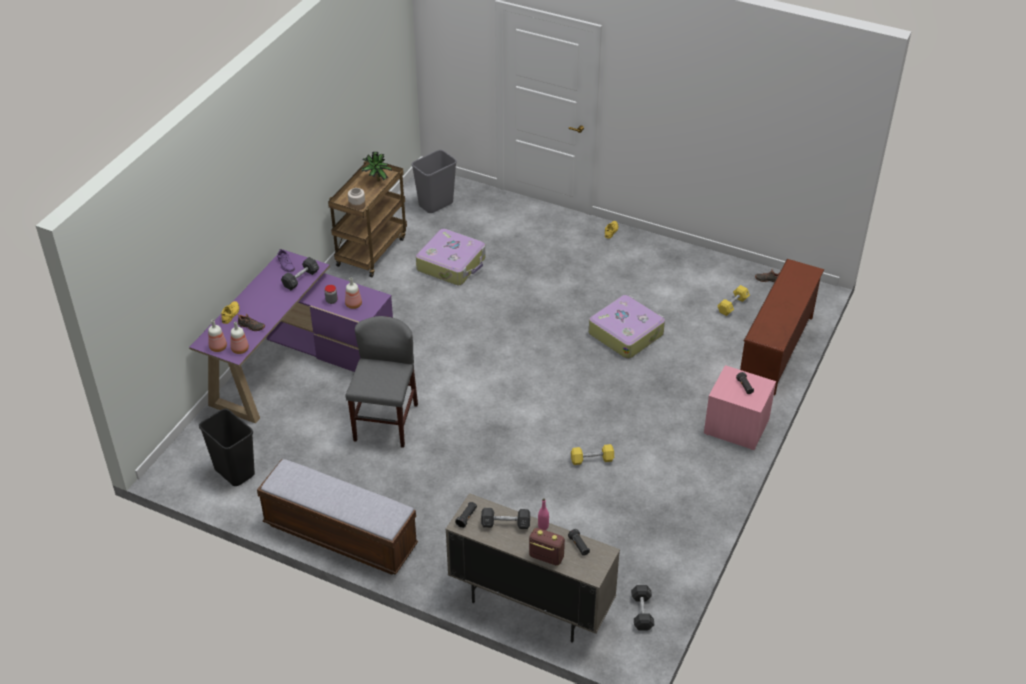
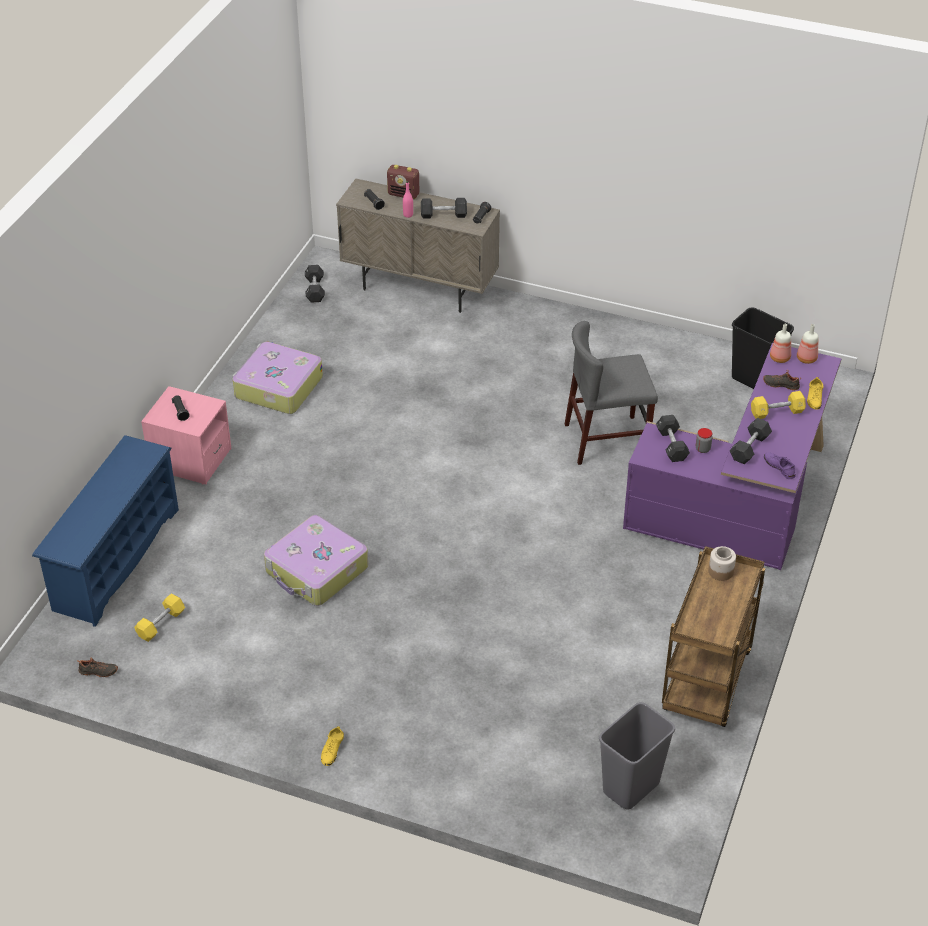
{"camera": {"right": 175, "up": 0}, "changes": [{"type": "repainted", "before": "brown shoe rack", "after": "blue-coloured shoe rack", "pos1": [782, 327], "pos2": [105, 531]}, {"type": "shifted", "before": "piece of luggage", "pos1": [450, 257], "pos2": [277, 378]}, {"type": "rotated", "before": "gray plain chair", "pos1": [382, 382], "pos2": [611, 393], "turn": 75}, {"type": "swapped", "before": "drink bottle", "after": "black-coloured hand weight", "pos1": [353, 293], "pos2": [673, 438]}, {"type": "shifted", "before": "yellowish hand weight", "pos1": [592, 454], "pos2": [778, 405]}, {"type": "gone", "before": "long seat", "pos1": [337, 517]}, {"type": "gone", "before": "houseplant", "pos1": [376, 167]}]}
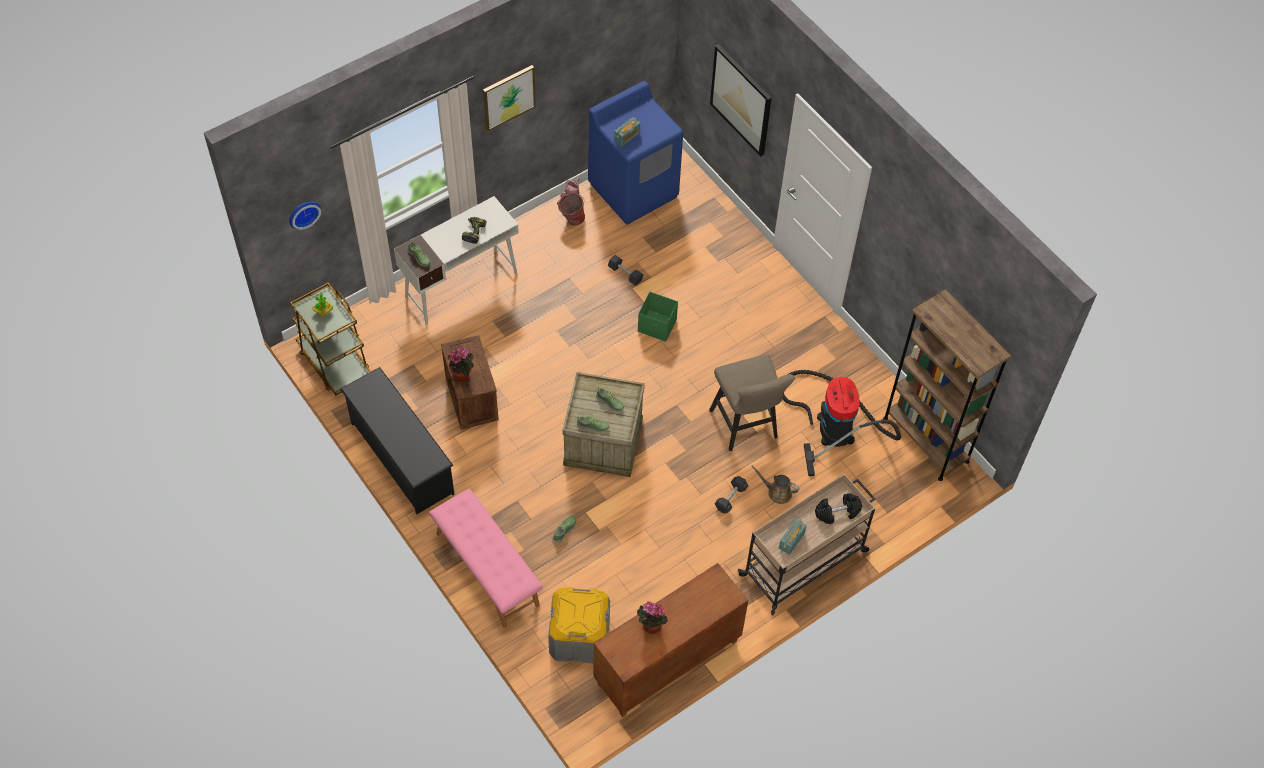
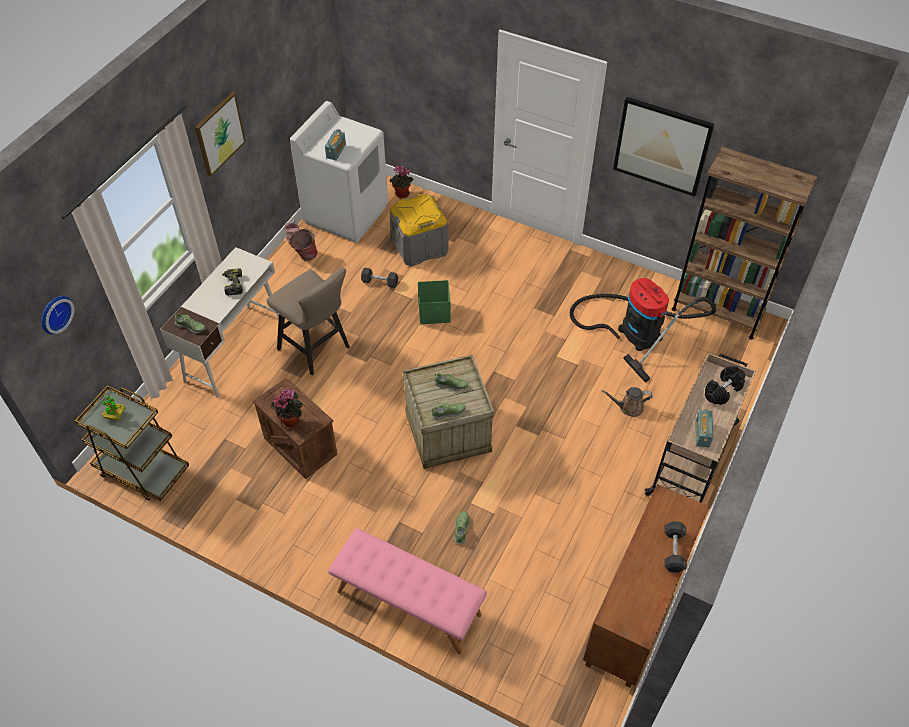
{"camera": {"right": -25, "up": -5}, "changes": [{"type": "shifted", "before": "beige-coloured stool seat", "pos1": [752, 402], "pos2": [308, 321]}, {"type": "repainted", "before": "blue-coloured washing machine", "after": "white-coloured washing machine", "pos1": [635, 153], "pos2": [339, 172]}, {"type": "shifted", "before": "houseplant", "pos1": [652, 617], "pos2": [402, 181]}, {"type": "shifted", "before": "gray storage bin", "pos1": [579, 625], "pos2": [419, 230]}, {"type": "shifted", "before": "wall art", "pos1": [741, 100], "pos2": [663, 147]}, {"type": "shifted", "before": "black-coloured hand weight", "pos1": [731, 495], "pos2": [675, 547]}, {"type": "gone", "before": "black-coloured shoe rack", "pos1": [397, 440]}]}
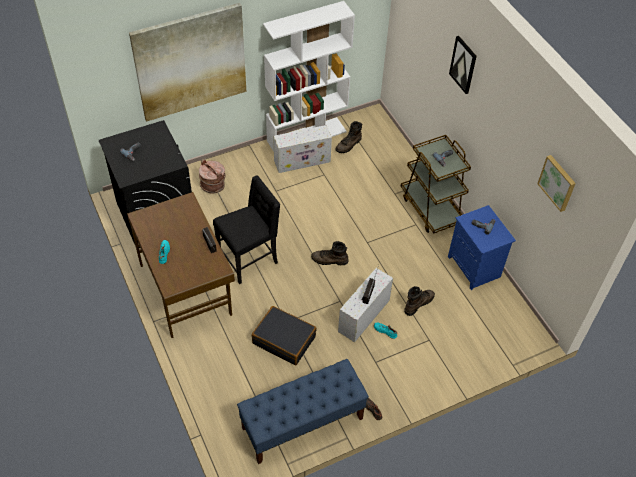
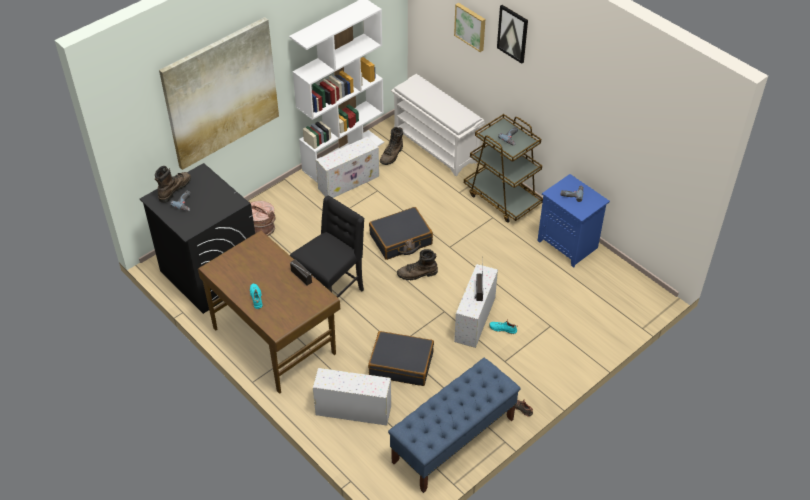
{"camera": {"right": -15, "up": -5}, "changes": [{"type": "shifted", "before": "brown high-top boot", "pos1": [419, 301], "pos2": [173, 184]}, {"type": "new", "after": "white-coloured storage bin", "pos2": [352, 397]}, {"type": "new", "after": "black-coloured piece of luggage", "pos2": [401, 233]}, {"type": "new", "after": "white-coloured shoe rack", "pos2": [438, 125]}, {"type": "shifted", "before": "wall art", "pos1": [556, 183], "pos2": [469, 27]}]}
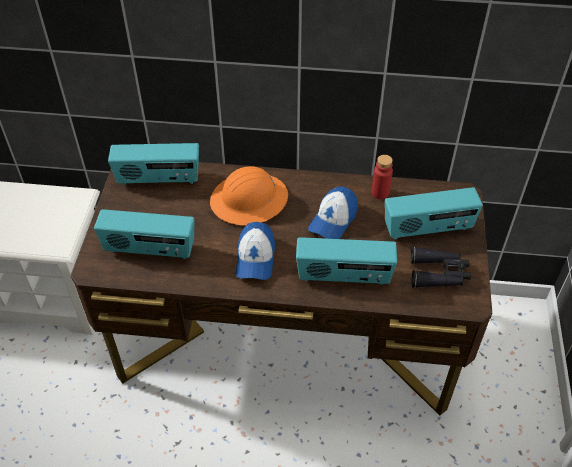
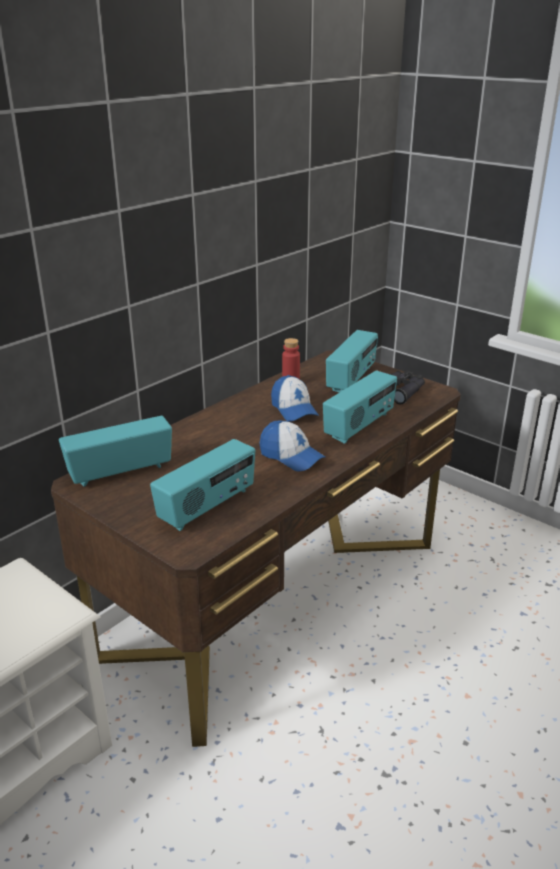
{"camera": {"right": -55, "up": -20}, "changes": [{"type": "rotated", "before": "radio receiver", "pos1": [153, 164], "pos2": [115, 451], "turn": -150}, {"type": "gone", "before": "orange safety helmet", "pos1": [249, 196]}]}
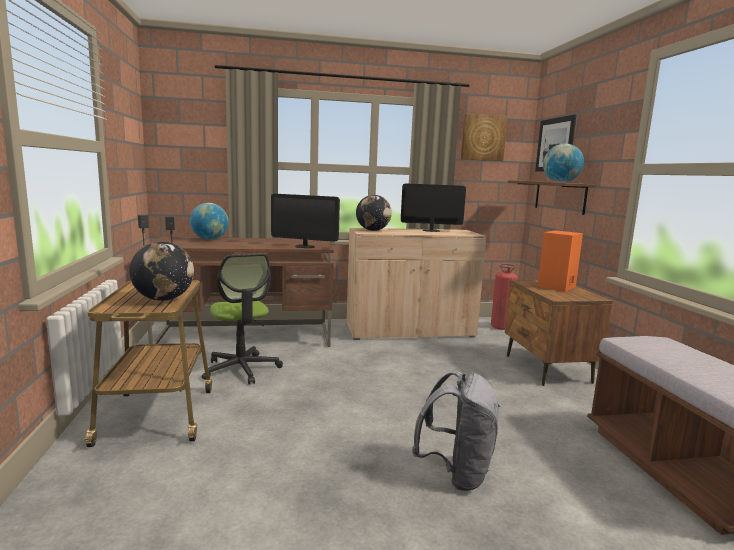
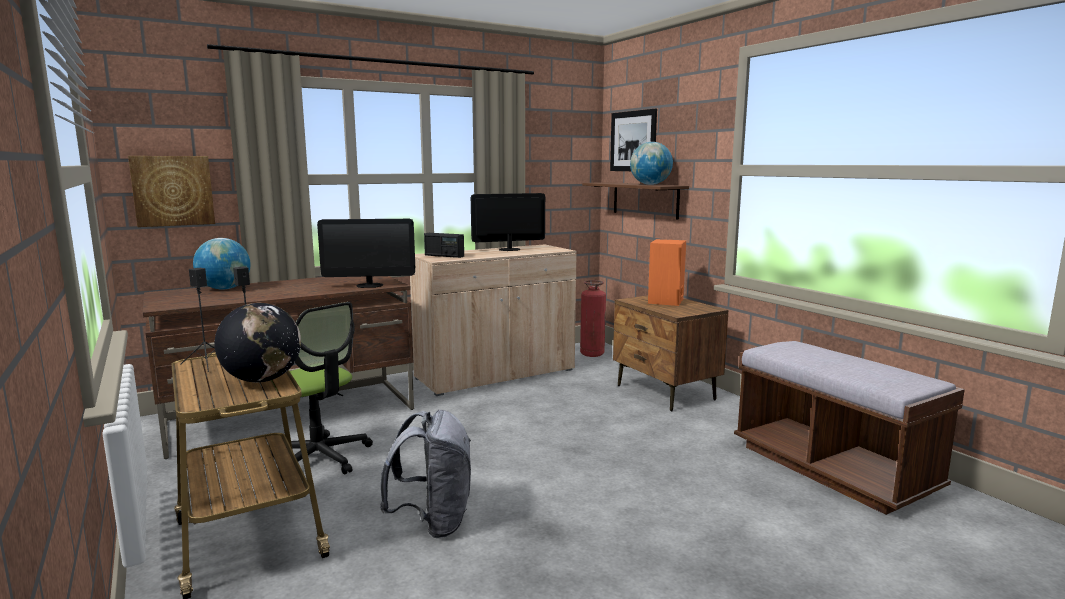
{"camera": {"right": -20, "up": 0}, "changes": [{"type": "shifted", "before": "wall art", "pos1": [484, 137], "pos2": [171, 191]}, {"type": "shifted", "before": "gray knapsack", "pos1": [456, 431], "pos2": [425, 474]}, {"type": "swapped", "before": "globe", "after": "radio receiver", "pos1": [374, 213], "pos2": [444, 245]}]}
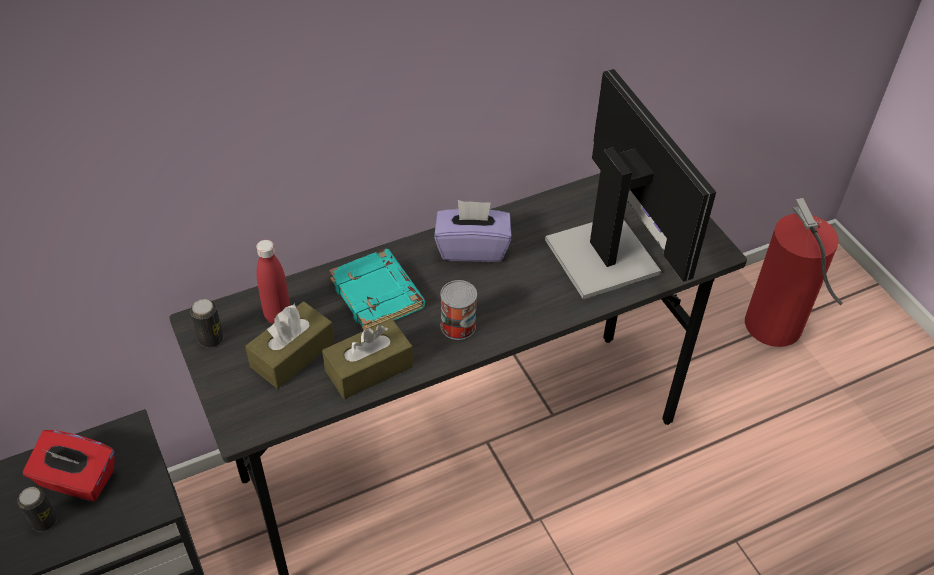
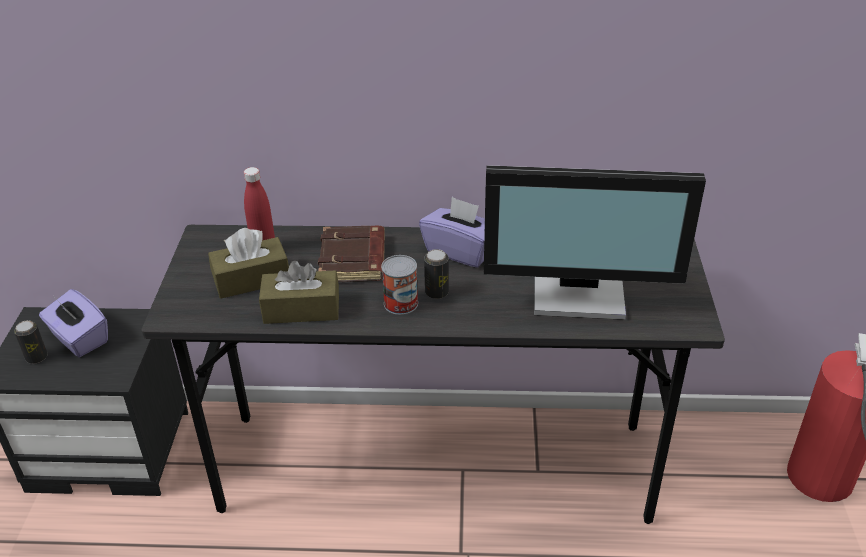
{"camera": {"right": 30, "up": -10}, "changes": [{"type": "repainted", "before": "red-coloured box of tissues", "after": "purple-coloured box of tissues", "pos1": [68, 465], "pos2": [73, 323]}, {"type": "repainted", "before": "turquoise-coloured volume", "after": "brown volume", "pos1": [377, 289], "pos2": [351, 254]}, {"type": "shifted", "before": "sealed can", "pos1": [207, 323], "pos2": [436, 274]}, {"type": "rotated", "before": "computer screen", "pos1": [630, 184], "pos2": [595, 242], "turn": 90}]}
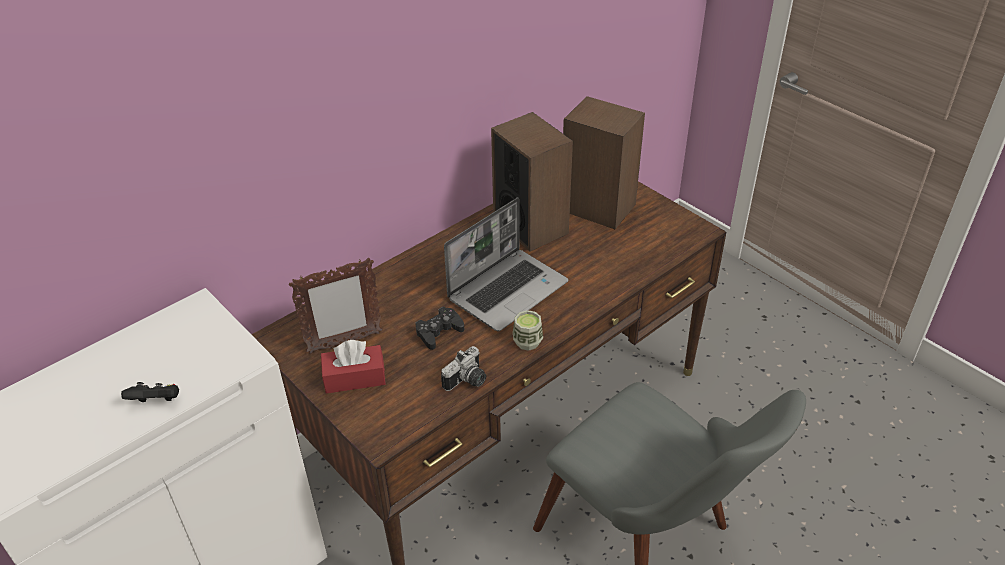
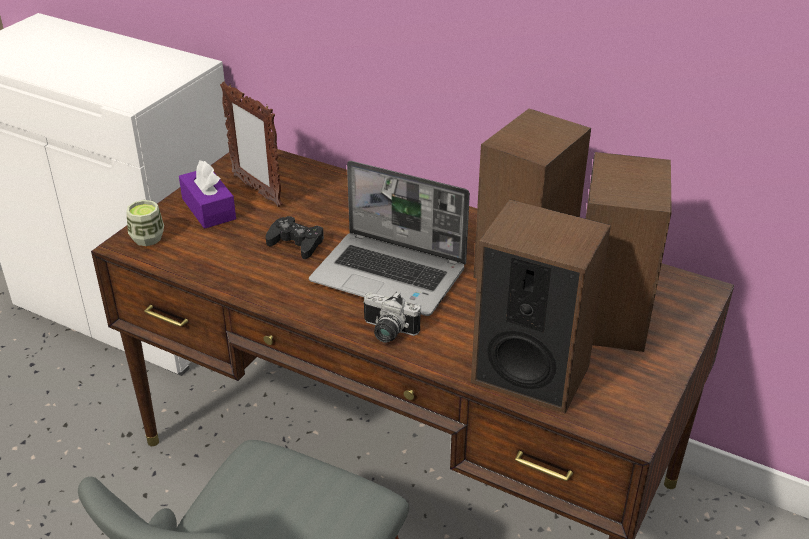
{"camera": {"right": 70, "up": -5}, "changes": [{"type": "shifted", "before": "drinking cup", "pos1": [528, 330], "pos2": [145, 223]}, {"type": "repainted", "before": "red-coloured box of tissues", "after": "purple-coloured box of tissues", "pos1": [353, 367], "pos2": [207, 194]}, {"type": "shifted", "before": "photo camera", "pos1": [463, 368], "pos2": [392, 317]}, {"type": "new", "after": "speaker", "pos2": [541, 307]}, {"type": "gone", "before": "black-coloured joypad", "pos1": [150, 392]}]}
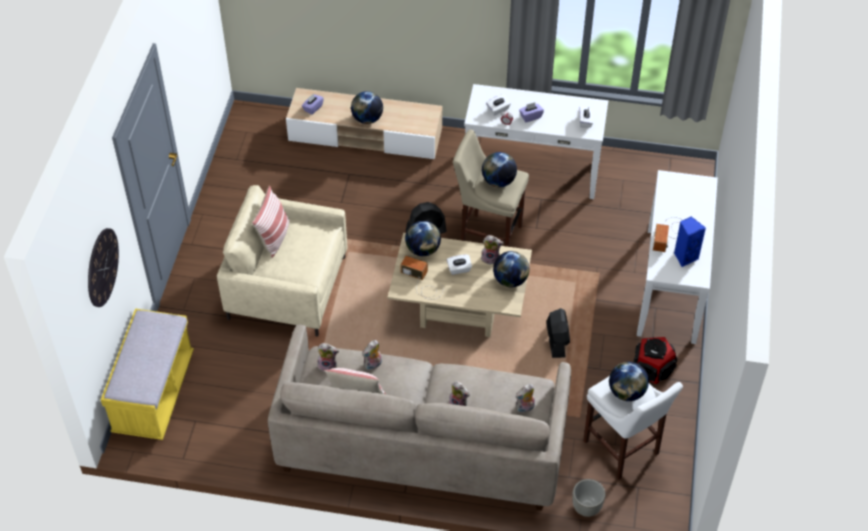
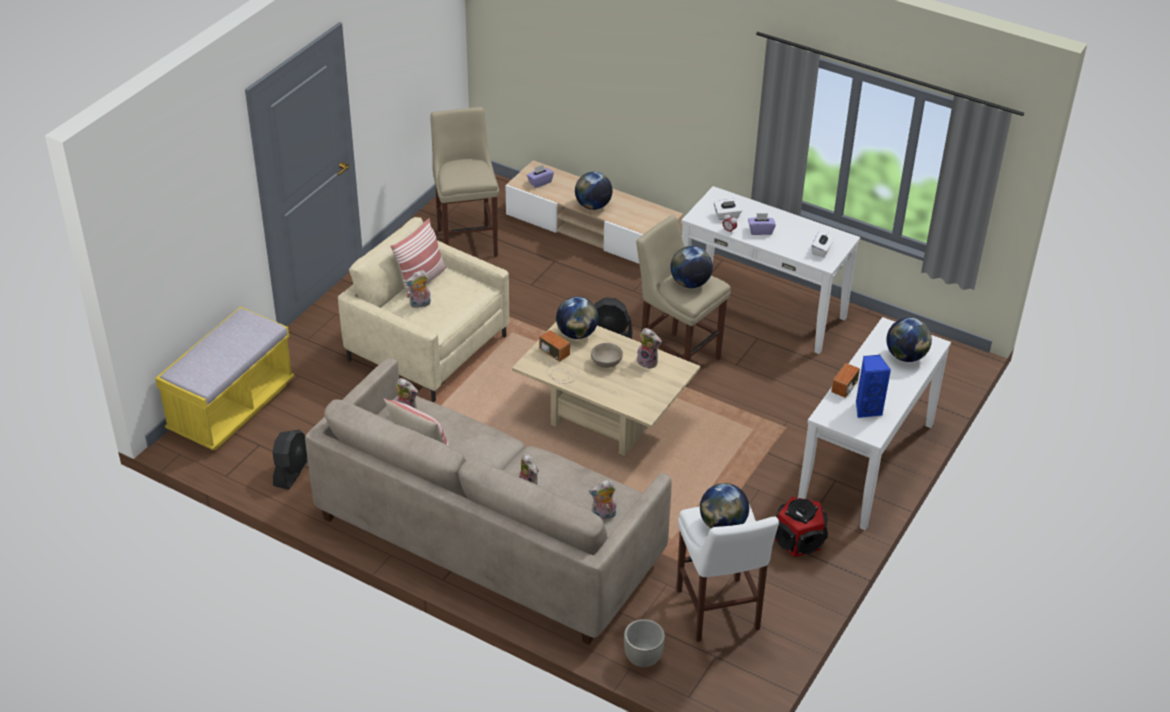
{"camera": {"right": 20, "up": -10}, "changes": [{"type": "shifted", "before": "black-coloured fan", "pos1": [558, 333], "pos2": [290, 459]}, {"type": "shifted", "before": "cuddly toy", "pos1": [372, 355], "pos2": [418, 289]}, {"type": "new", "after": "beige-coloured stool seat", "pos2": [464, 182]}, {"type": "swapped", "before": "white-coloured box of tissues", "after": "beige-coloured deep dish", "pos1": [459, 265], "pos2": [607, 355]}, {"type": "shifted", "before": "globe", "pos1": [511, 269], "pos2": [909, 339]}, {"type": "gone", "before": "wall clock", "pos1": [103, 267]}]}
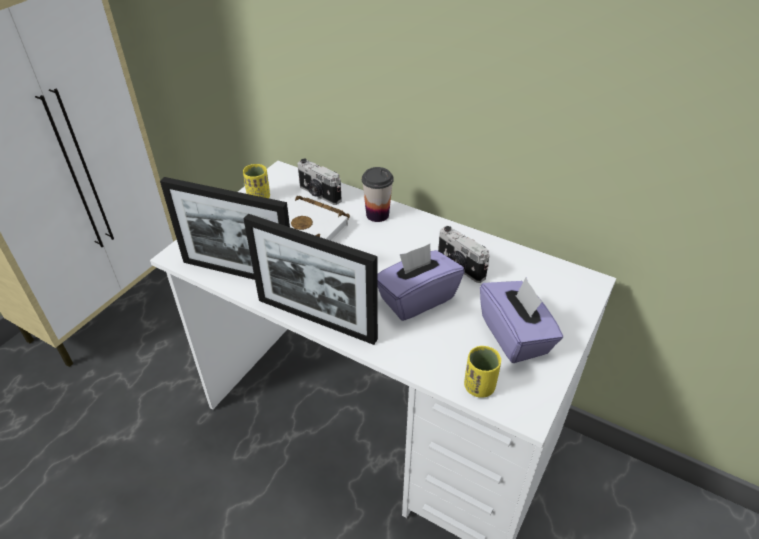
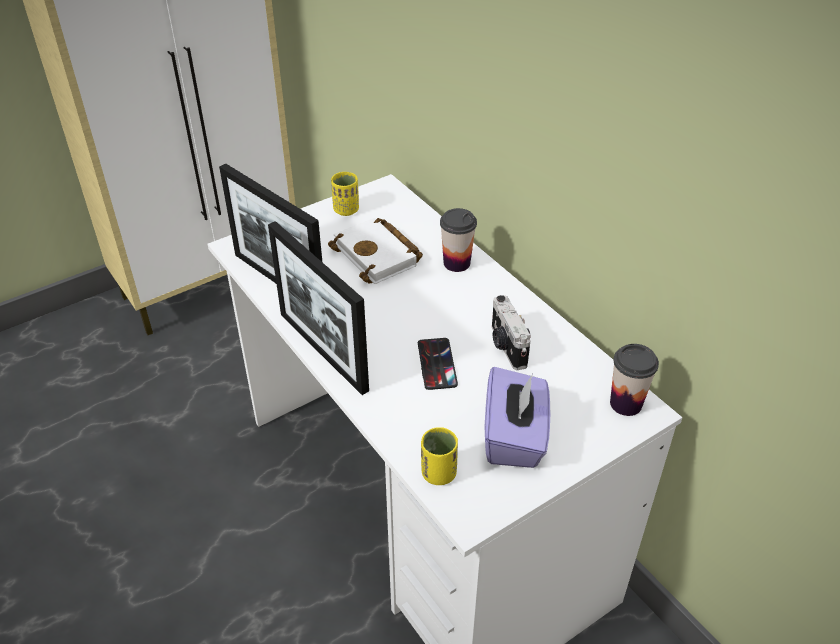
{"camera": {"right": 25, "up": 0}, "changes": [{"type": "swapped", "before": "purple-coloured box of tissues", "after": "telephone", "pos1": [420, 282], "pos2": [438, 364]}, {"type": "new", "after": "drinking cup", "pos2": [634, 380]}, {"type": "gone", "before": "photo camera", "pos1": [319, 182]}]}
